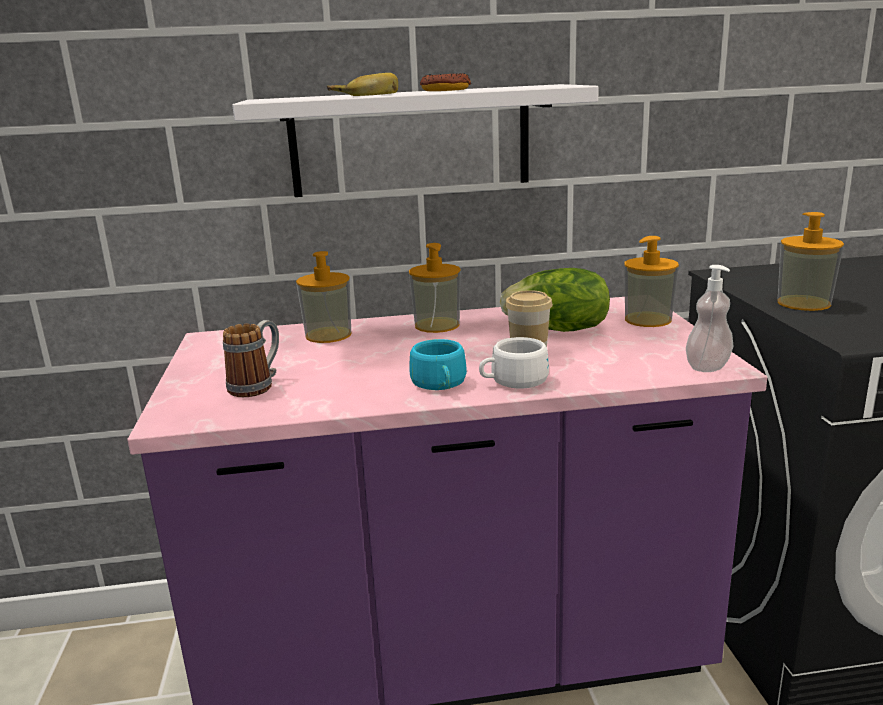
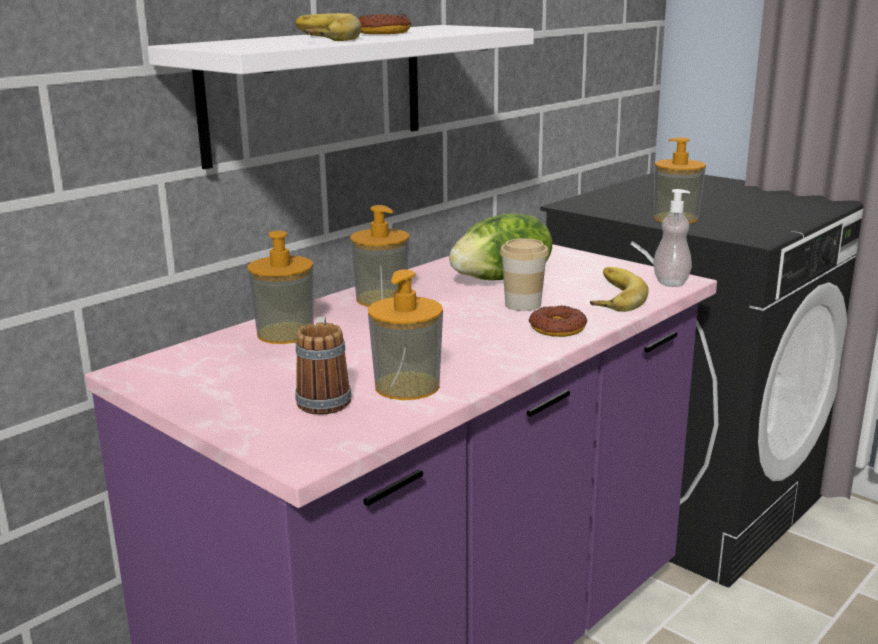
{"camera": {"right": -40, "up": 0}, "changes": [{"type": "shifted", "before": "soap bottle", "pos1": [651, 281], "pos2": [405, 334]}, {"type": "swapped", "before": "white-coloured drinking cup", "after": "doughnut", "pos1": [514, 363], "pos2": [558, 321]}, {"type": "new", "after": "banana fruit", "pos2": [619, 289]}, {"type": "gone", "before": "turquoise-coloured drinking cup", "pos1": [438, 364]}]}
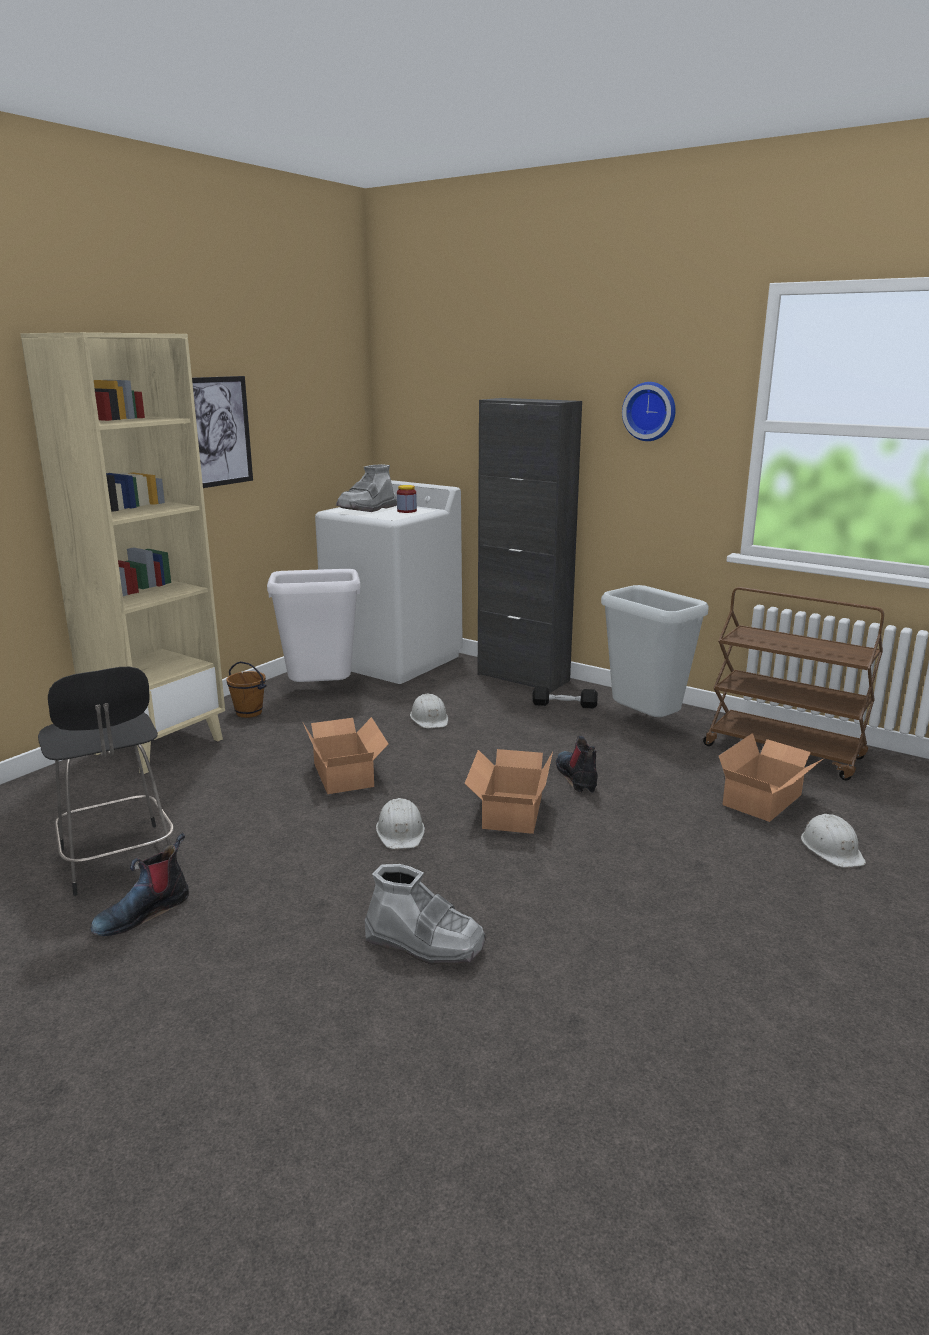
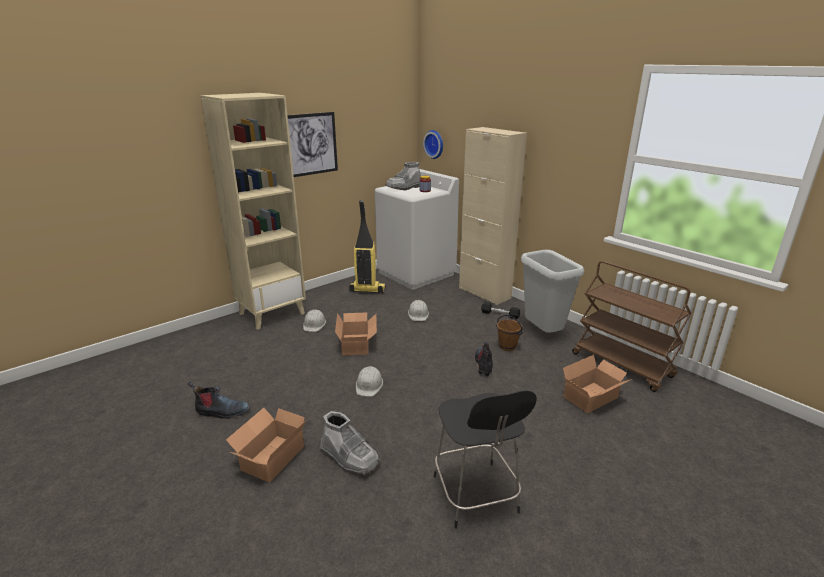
{"camera": {"right": 15, "up": 5}, "changes": [{"type": "rotated", "before": "high-top boot", "pos1": [140, 884], "pos2": [218, 400], "turn": -150}, {"type": "shifted", "before": "packing box", "pos1": [509, 791], "pos2": [266, 445]}, {"type": "shifted", "before": "white-coloured safety helmet", "pos1": [833, 841], "pos2": [314, 320]}, {"type": "swapped", "before": "white-coloured waste bin", "after": "vacuum cleaner", "pos1": [314, 625], "pos2": [367, 247]}, {"type": "shifted", "before": "wall clock", "pos1": [649, 411], "pos2": [433, 144]}, {"type": "shifted", "before": "black-coloured stool seat", "pos1": [106, 781], "pos2": [485, 459]}, {"type": "repainted", "before": "black-coloured cupboard", "after": "beige-coloured cupboard", "pos1": [530, 545], "pos2": [493, 216]}, {"type": "shifted", "before": "brown bucket", "pos1": [246, 689], "pos2": [509, 333]}]}
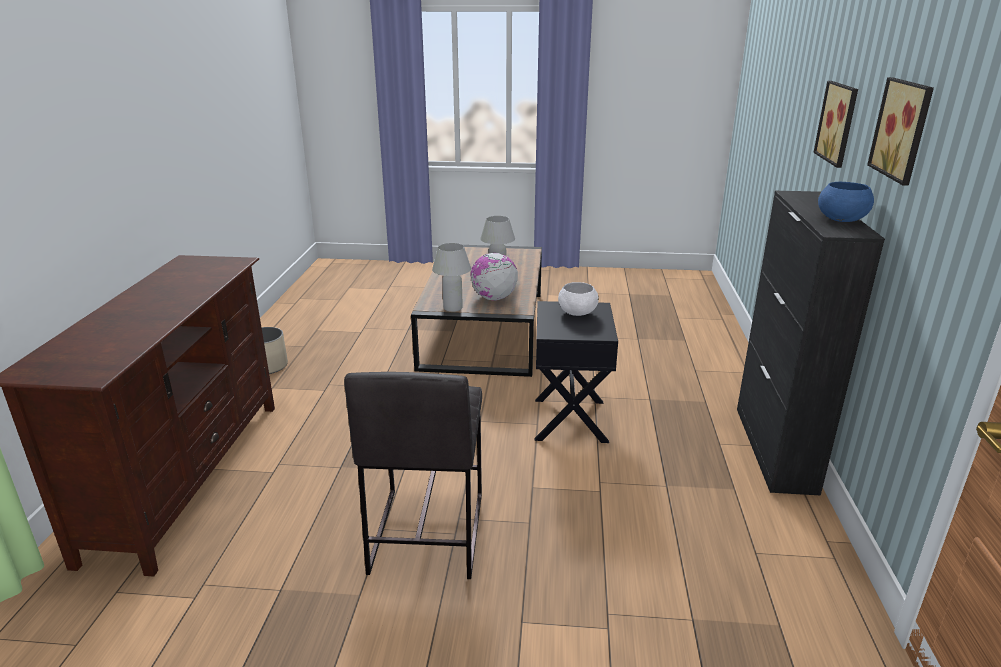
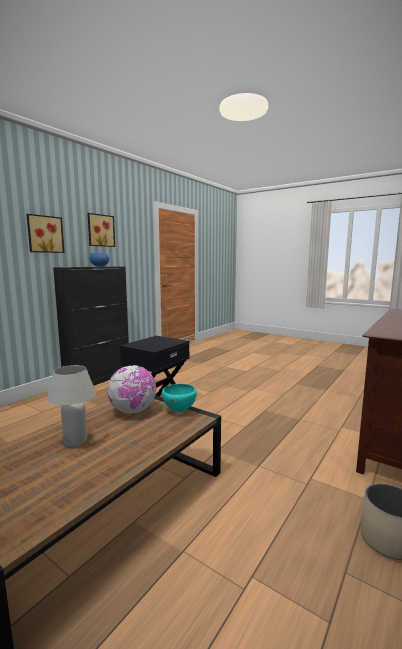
{"camera": {"right": -150, "up": -15}, "changes": [{"type": "swapped", "before": "white-coloured table lamp", "after": "turquoise-coloured deep dish", "pos1": [451, 277], "pos2": [179, 398]}, {"type": "gone", "before": "gray stool seat", "pos1": [413, 475]}, {"type": "gone", "before": "white-coloured deep dish", "pos1": [578, 299]}]}
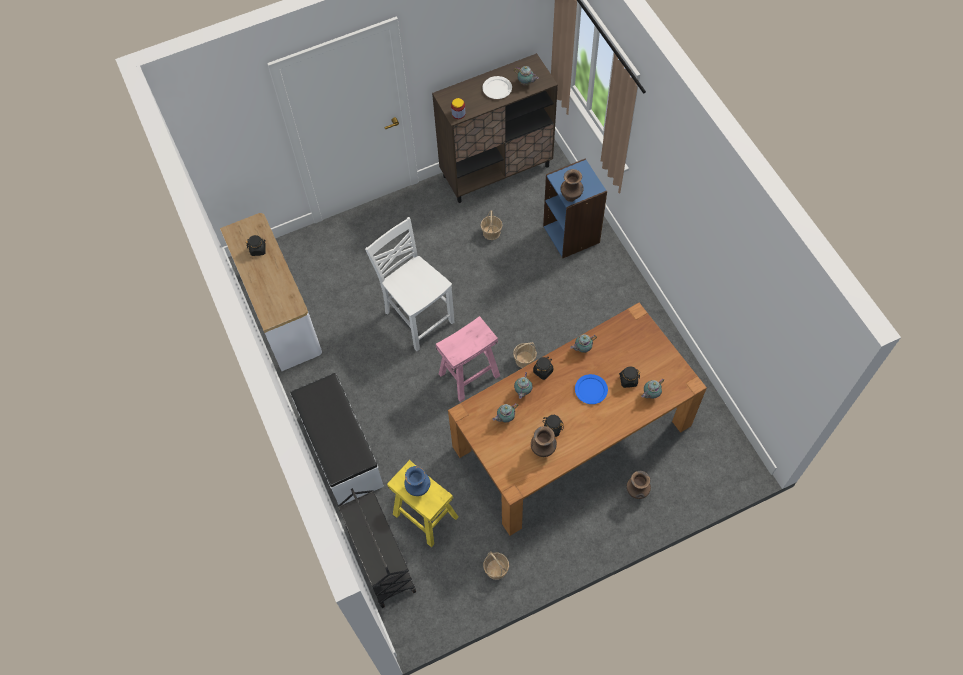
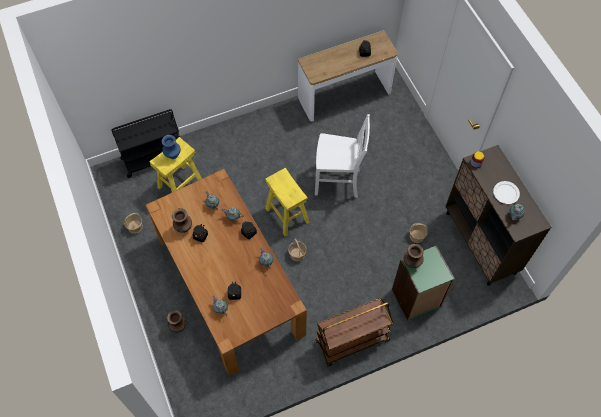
{"camera": {"right": 90, "up": 0}, "changes": [{"type": "repainted", "before": "pink stool seat", "after": "yellowish stool seat", "pos1": [468, 359], "pos2": [287, 202]}, {"type": "rotated", "before": "white-coloured plain chair", "pos1": [409, 284], "pos2": [342, 156], "turn": 45}, {"type": "new", "after": "brown trolley", "pos2": [354, 332]}, {"type": "repainted", "before": "blue-coloured bookcase", "after": "green bookcase", "pos1": [575, 208], "pos2": [423, 283]}, {"type": "gone", "before": "white-coloured long seat", "pos1": [337, 439]}, {"type": "gone", "before": "blue-coloured flat dish", "pos1": [591, 389]}]}
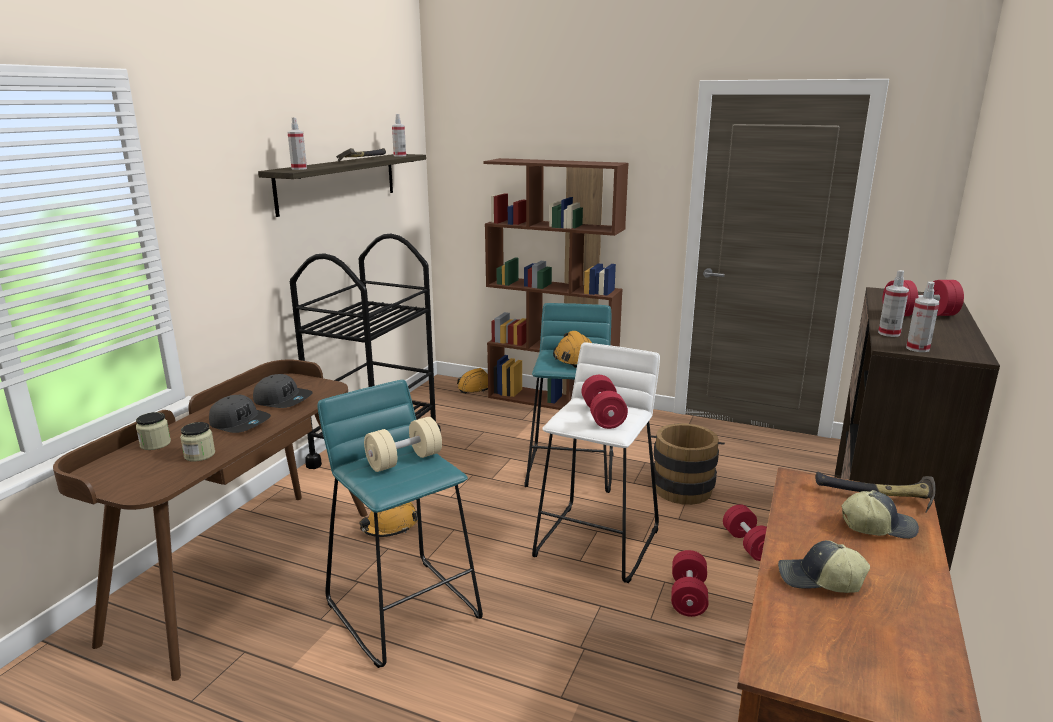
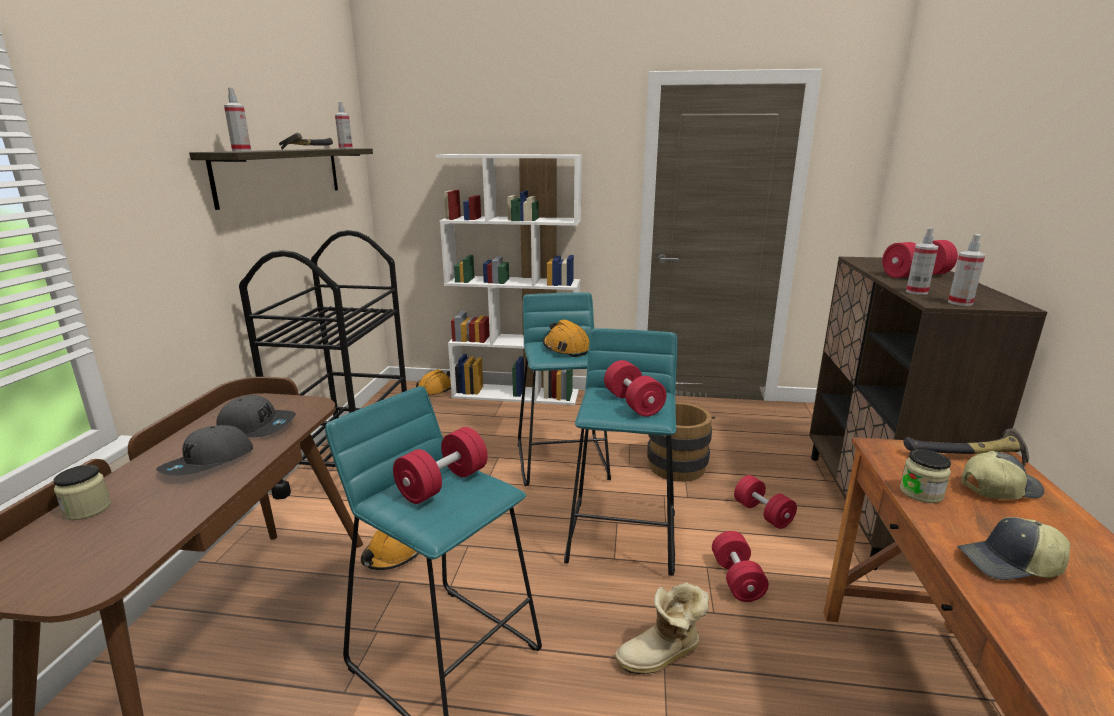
{"camera": {"right": -15, "up": 0}, "changes": [{"type": "rotated", "before": "gray peaked cap", "pos1": [240, 414], "pos2": [204, 450], "turn": 105}, {"type": "repainted", "before": "beige-coloured hand weight", "after": "red-coloured hand weight", "pos1": [403, 444], "pos2": [440, 465]}, {"type": "repainted", "before": "brown bookcase", "after": "white-coloured bookcase", "pos1": [556, 284], "pos2": [508, 279]}, {"type": "repainted", "before": "white-coloured stool seat", "after": "turquoise-coloured stool seat", "pos1": [596, 462], "pos2": [620, 452]}, {"type": "new", "after": "high-top boot", "pos2": [662, 628]}, {"type": "shifted", "before": "jar", "pos1": [197, 442], "pos2": [925, 476]}]}
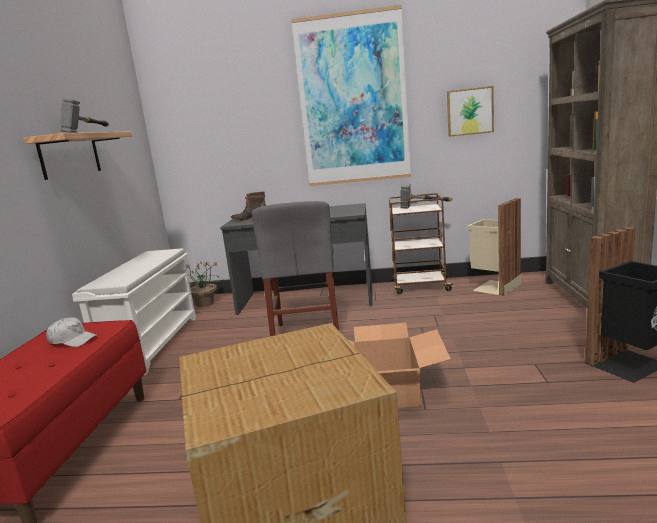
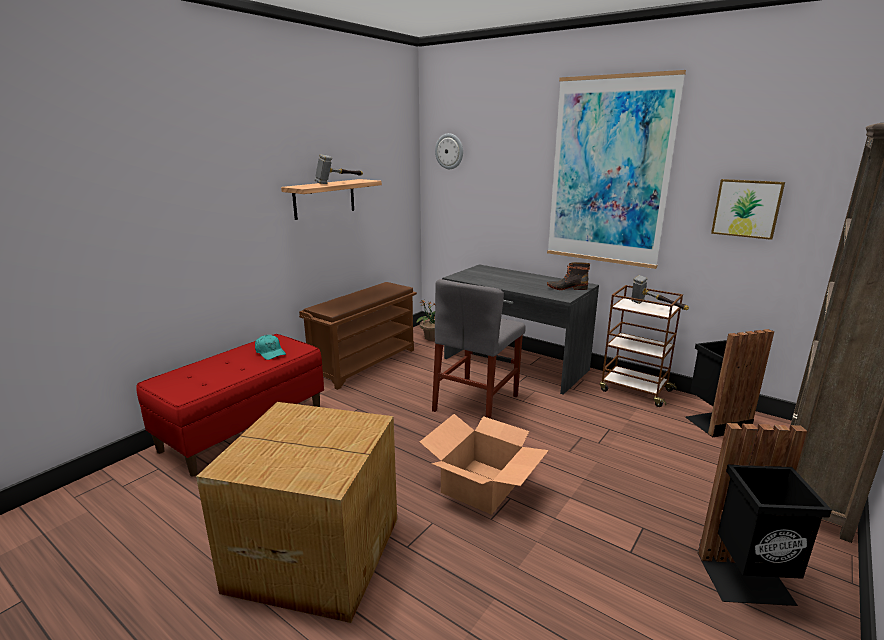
{"camera": {"right": 30, "up": 5}, "changes": [{"type": "repainted", "before": "white-coloured peaked cap", "after": "turquoise-coloured peaked cap", "pos1": [72, 332], "pos2": [270, 347]}, {"type": "repainted", "before": "white-coloured shoe rack", "after": "brown shoe rack", "pos1": [134, 311], "pos2": [358, 336]}, {"type": "new", "after": "wall clock", "pos2": [449, 151]}, {"type": "shifted", "before": "high-top boot", "pos1": [248, 206], "pos2": [568, 276]}, {"type": "repainted", "before": "beige-coloured waste bin", "after": "black-coloured waste bin", "pos1": [494, 247], "pos2": [729, 383]}]}
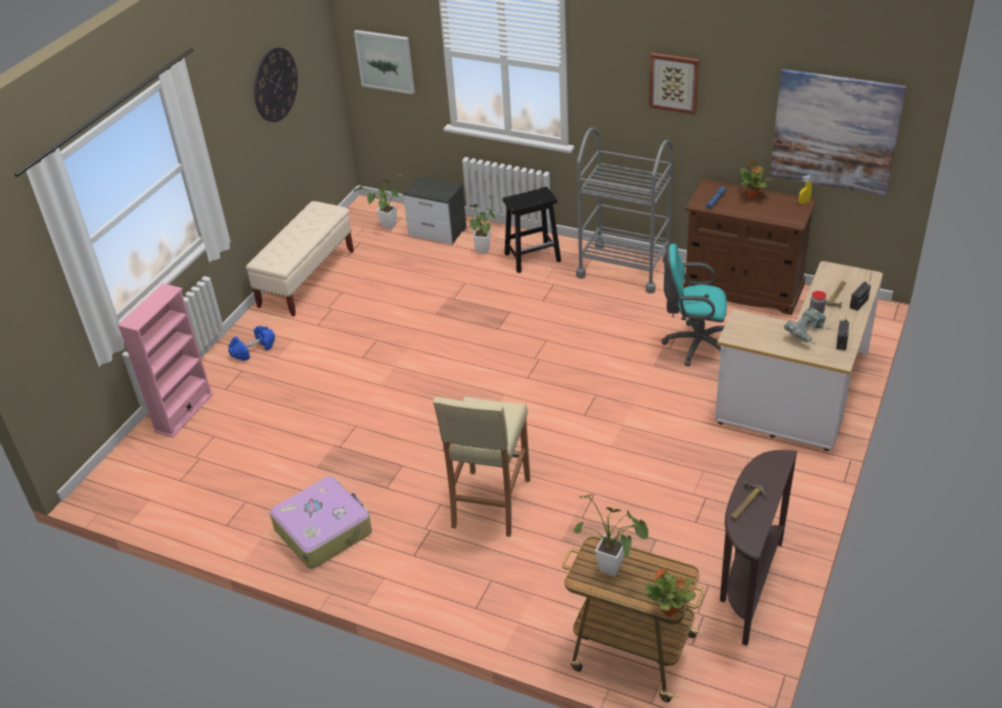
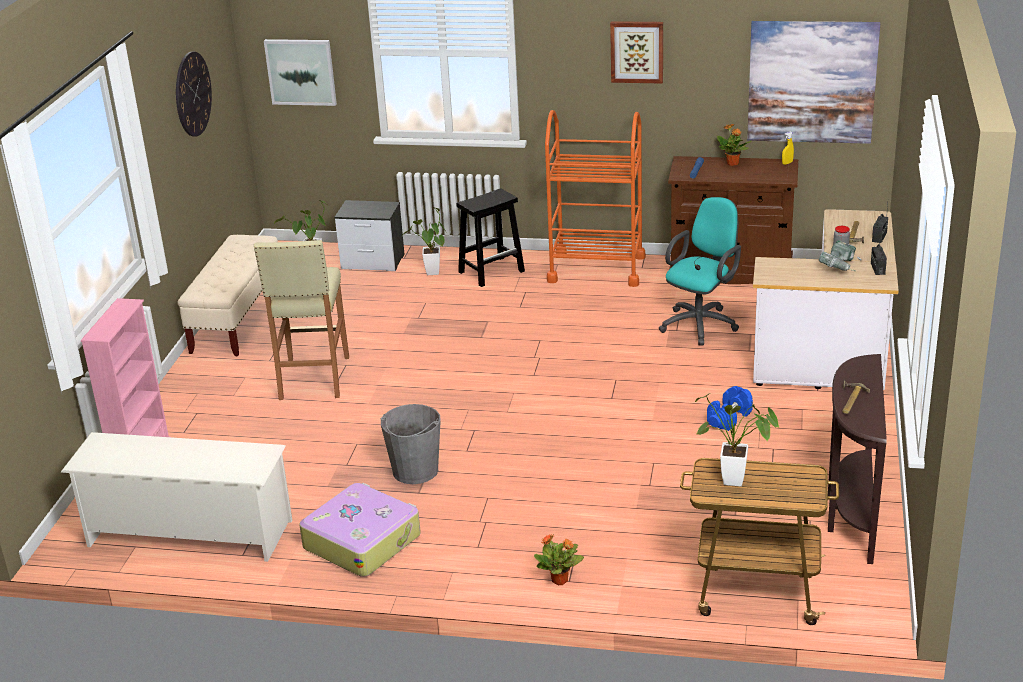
{"camera": {"right": -15, "up": -10}, "changes": [{"type": "new", "after": "white-coloured shoe rack", "pos2": [177, 497]}, {"type": "shifted", "before": "beige-coloured stool seat", "pos1": [481, 467], "pos2": [301, 320]}, {"type": "new", "after": "gray bucket", "pos2": [411, 444]}, {"type": "shifted", "before": "houseplant", "pos1": [670, 592], "pos2": [559, 560]}, {"type": "repainted", "before": "gray trolley", "after": "orange trolley", "pos1": [625, 210], "pos2": [595, 198]}, {"type": "rotated", "before": "turquoise-coloured computer chair", "pos1": [694, 305], "pos2": [700, 271], "turn": 135}, {"type": "shifted", "before": "blue-coloured hand weight", "pos1": [251, 343], "pos2": [730, 408]}]}
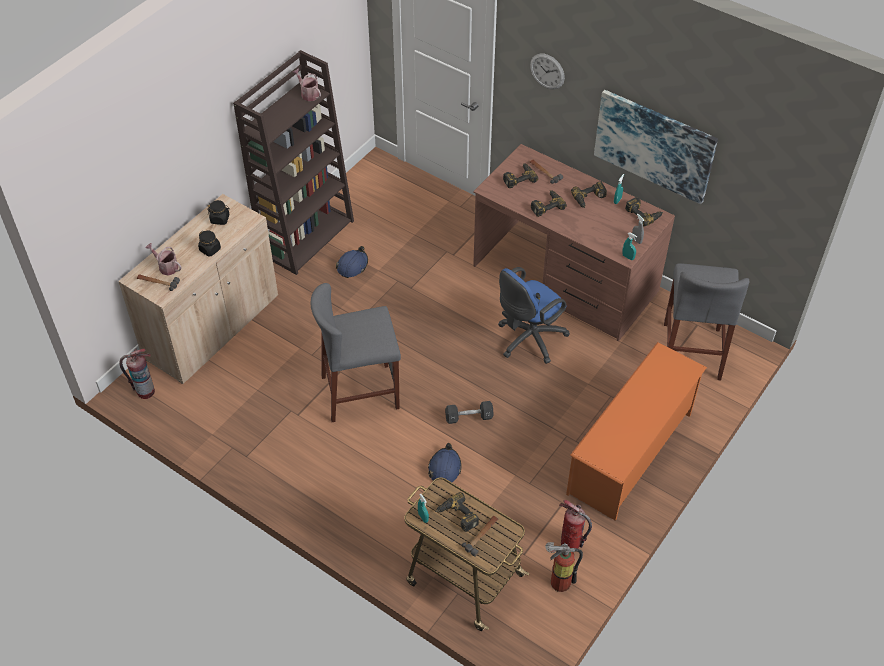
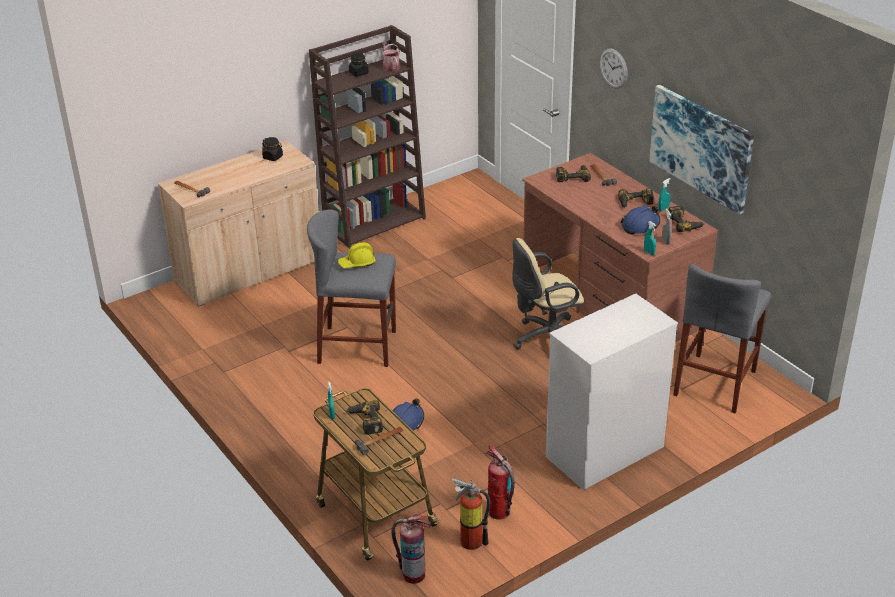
{"camera": {"right": 20, "up": -15}, "changes": [{"type": "new", "after": "yellowish safety helmet", "pos2": [357, 255]}, {"type": "shifted", "before": "black-coloured jar", "pos1": [209, 243], "pos2": [359, 64]}, {"type": "shifted", "before": "fire-fighting cylinder", "pos1": [137, 374], "pos2": [411, 549]}, {"type": "repainted", "before": "blue-coloured computer chair", "after": "beige-coloured computer chair", "pos1": [534, 315], "pos2": [548, 293]}, {"type": "swapped", "before": "orange shoe rack", "after": "white-coloured chest of drawers", "pos1": [636, 431], "pos2": [612, 392]}, {"type": "shifted", "before": "blue-coloured safety helmet", "pos1": [352, 262], "pos2": [640, 220]}, {"type": "gone", "before": "watering pot", "pos1": [163, 259]}, {"type": "gone", "before": "black-coloured hand weight", "pos1": [469, 412]}, {"type": "gone", "before": "power drill", "pos1": [549, 203]}]}
